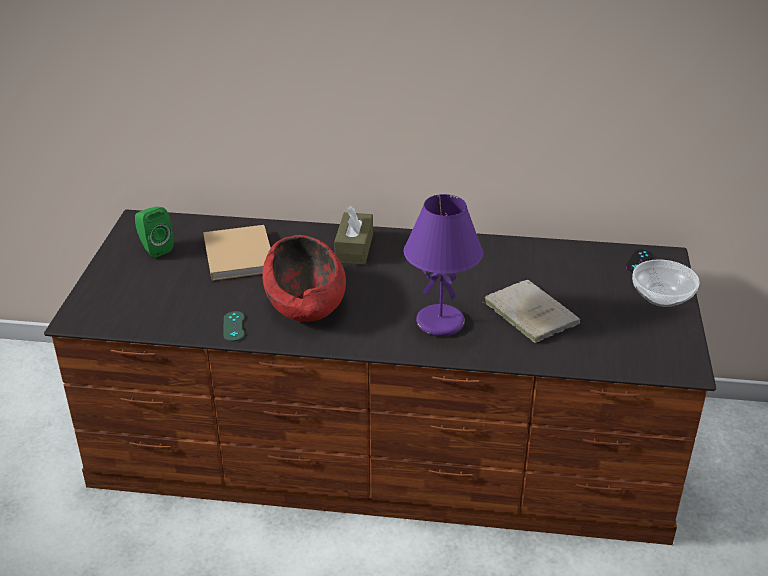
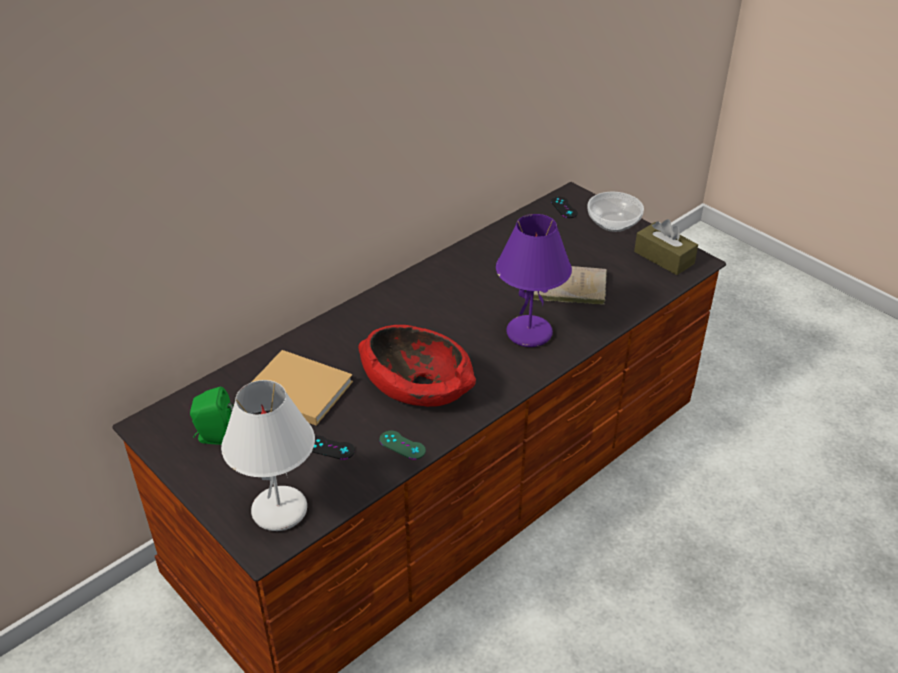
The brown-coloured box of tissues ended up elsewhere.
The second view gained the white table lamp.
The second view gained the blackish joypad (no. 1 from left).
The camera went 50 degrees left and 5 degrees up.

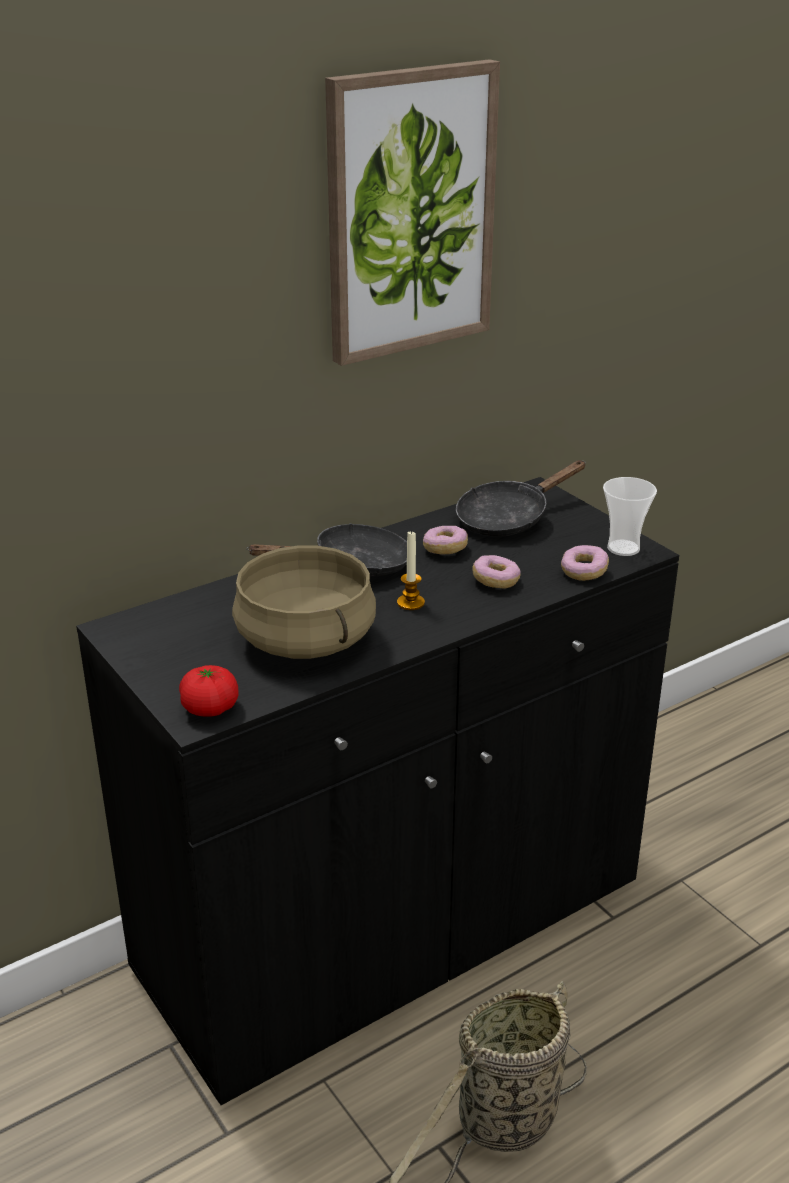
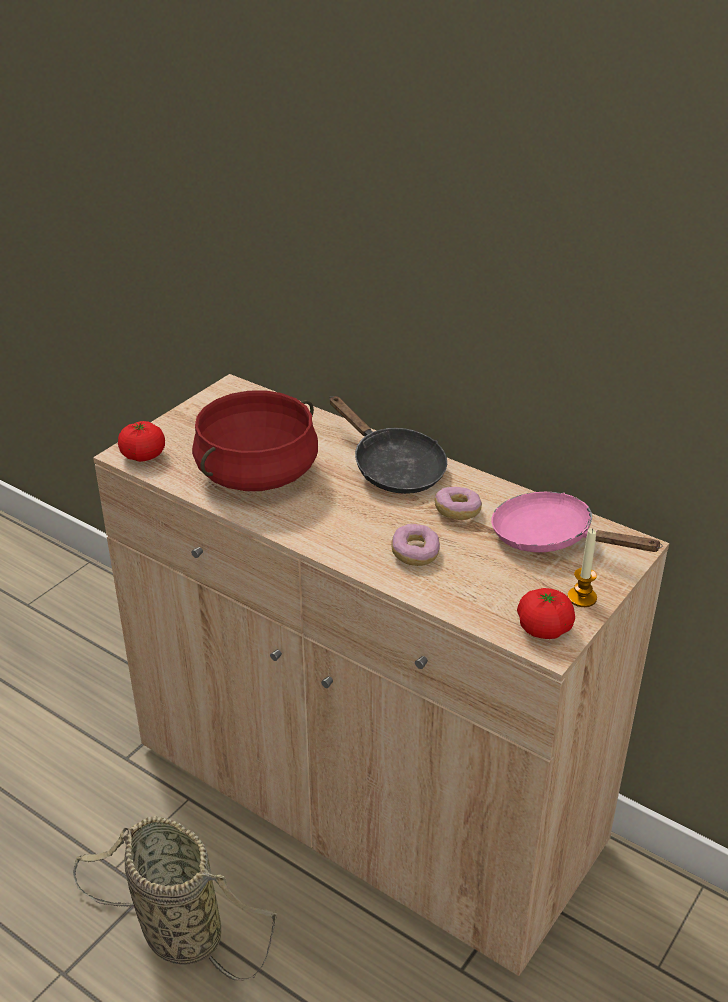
What was the blackish cupboard turned into the sand-coloured cupboard.
What was the sand-coloured cooking pot turned into the red cooking pot.
The second view lost the wall art.
The wax light ended up elsewhere.
What was the blackish pan (no. 2 from left) turned into the pinkish pan.
The second view lost the ring doughnut (no. 3 from left).
Where the cup stood, the whole tomato (no. 2 from left) came to stand.
The camera went 70 degrees right and 5 degrees up.

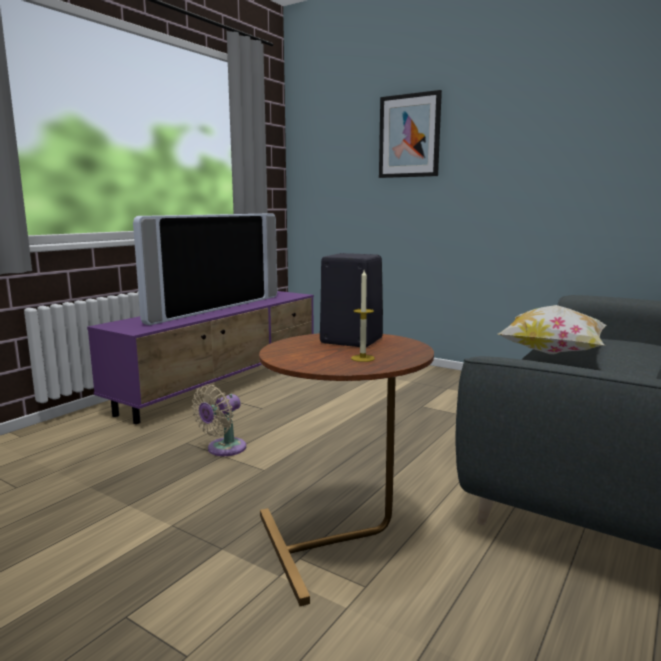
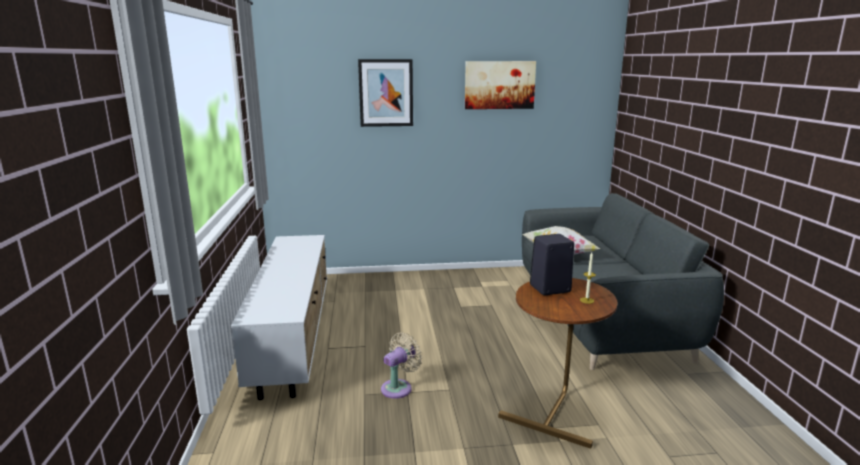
What was the purplish tv unit turned into the white tv unit.
The second view lost the television.
The sand-coloured fan ended up facing another way, 135 degrees counterclockwise from before.
The second view gained the wall art (no. 2 from left).
The camera went 40 degrees left and 5 degrees up.

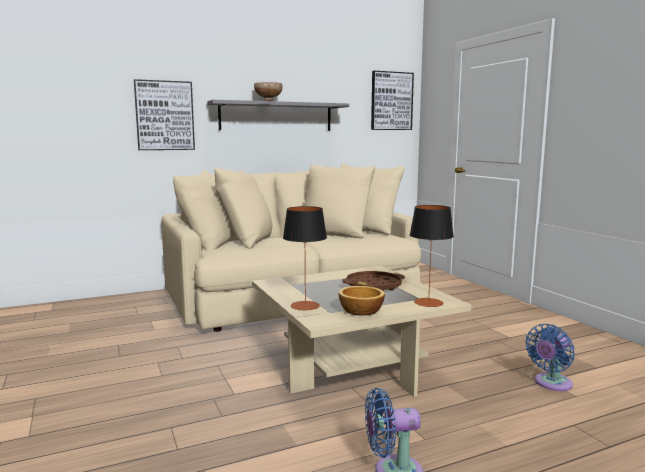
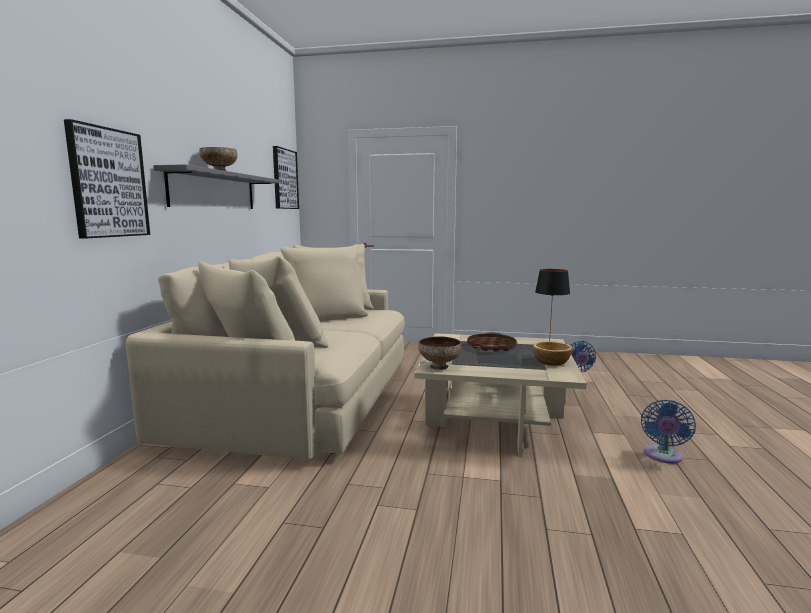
The second view lost the table lamp (no. 1 from left).
The second view gained the serving bowl (no. 2 from left).
The camera went 55 degrees left and 0 degrees up.

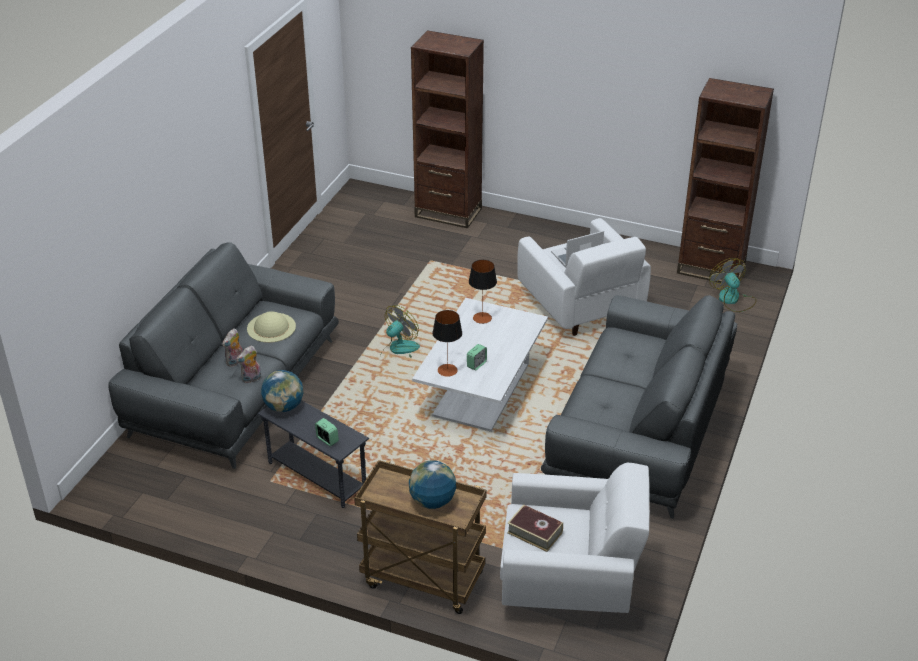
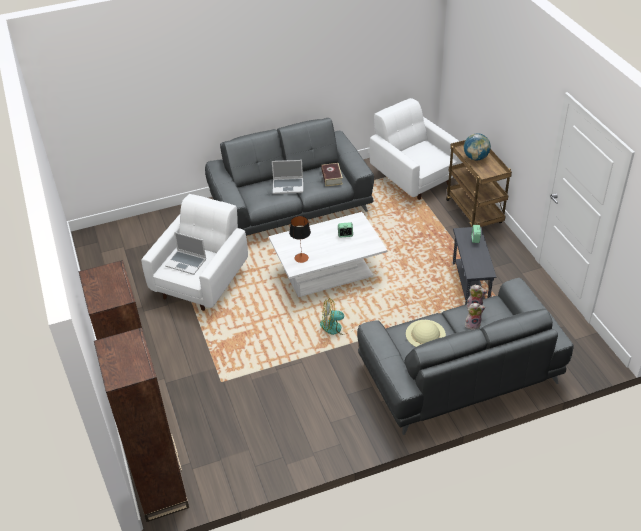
The second view lost the world globe (no. 1 from left).
The second view lost the table lamp (no. 1 from left).
The volume ended up elsewhere.
The brown-coloured shelving unit (no. 2 from left) ended up elsewhere.
The second view lost the fan (no. 2 from left).
The second view gained the laptop (no. 2 from left).
The camera went 130 degrees left and 5 degrees up.

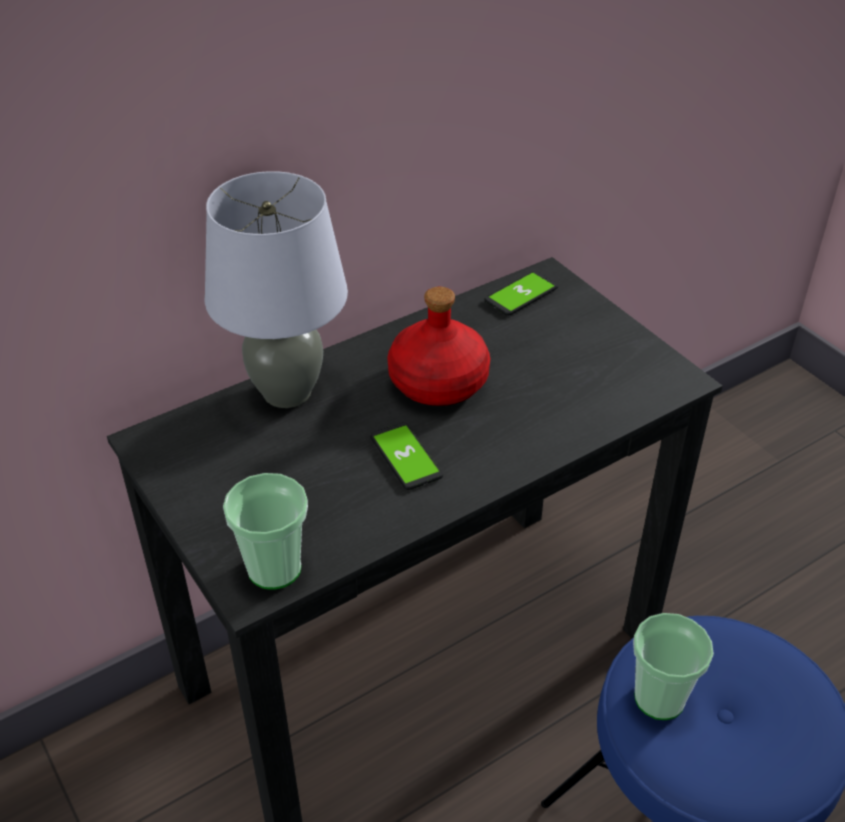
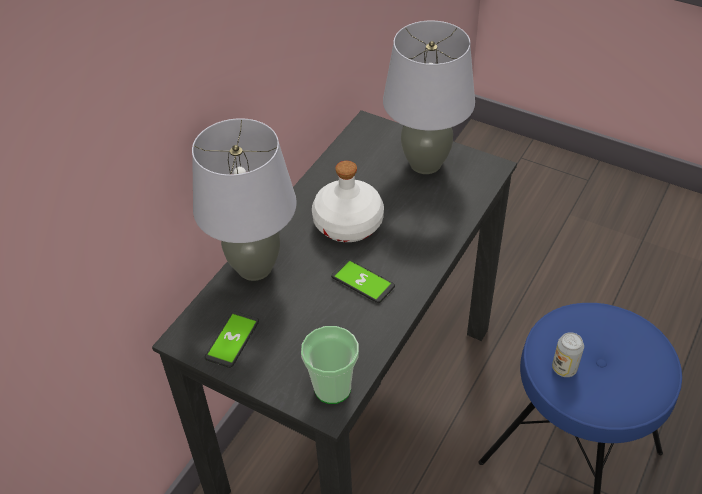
What was the red drink bottle turned into the white drink bottle.
The handset (no. 2 from left in the first image) ended up elsewhere.
Where the cup (no. 2 from left) stood, the metal can came to stand.
The second view gained the greyish table lamp (no. 2 from left).
The camera went 25 degrees left and 5 degrees up.

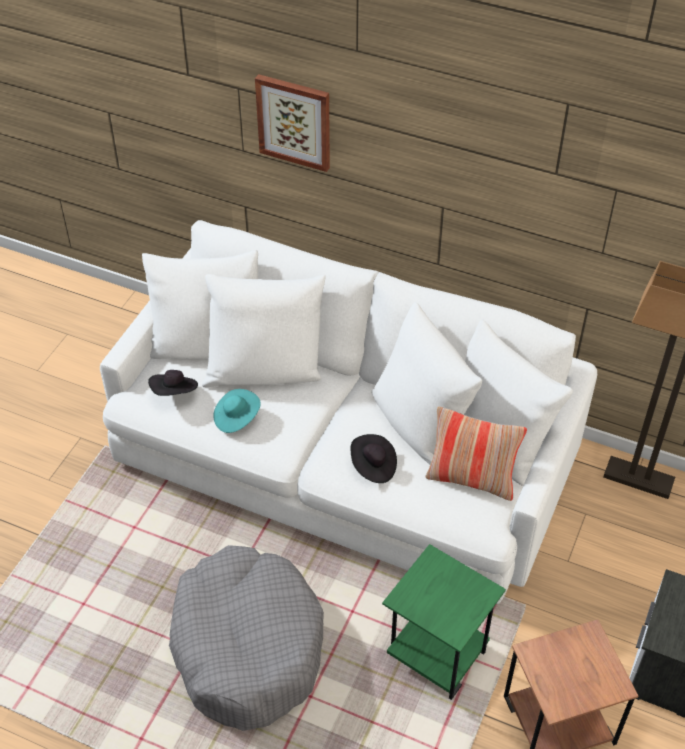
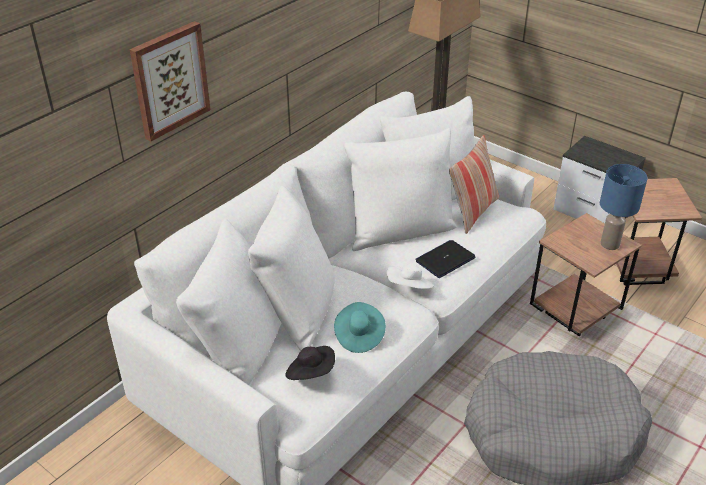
Where the blackish clothing hat (no. 2 from left) stood, the laptop came to stand.
What was the greenish accent table turned into the brown-coloured accent table (no. 1 from left).
The second view gained the white clothing hat.
The second view gained the blue table lamp.
The camera went 75 degrees left and 10 degrees down.

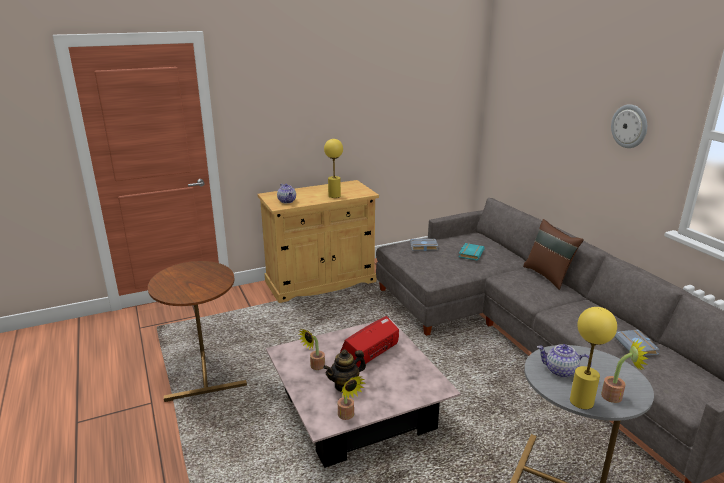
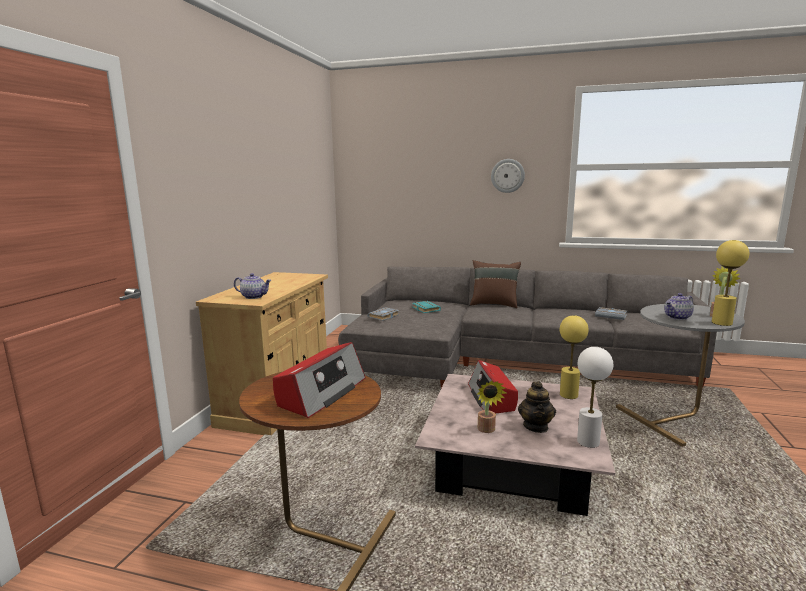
The yellowish table lamp (no. 1 from left) ended up elsewhere.
Where the plant in a pot (no. 2 from left) stood, the white table lamp came to stand.
The second view gained the radio (no. 1 from left).
The camera went 50 degrees left and 10 degrees down.

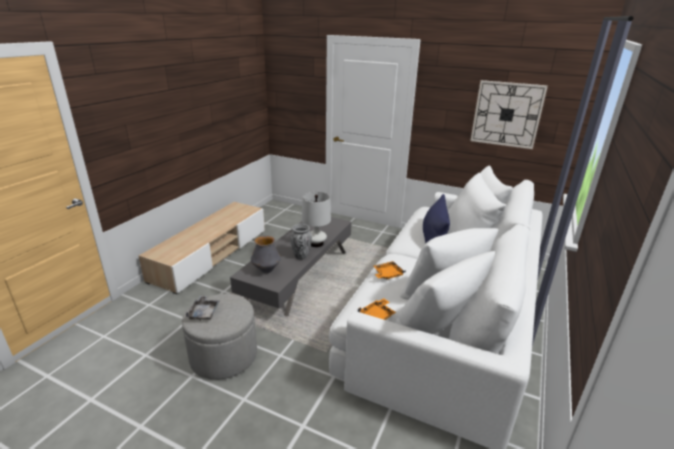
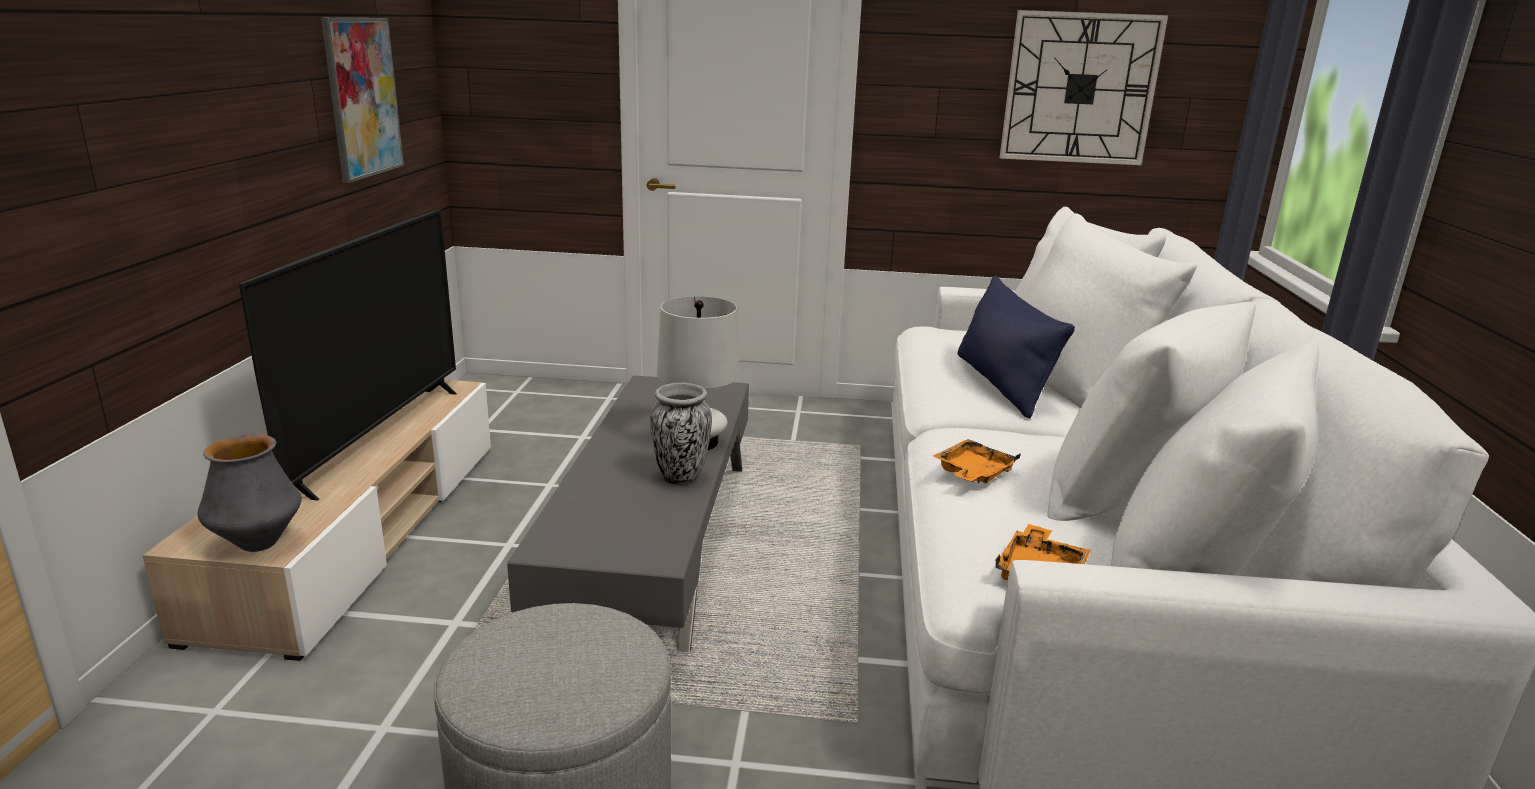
The second view lost the greyish tray.
The vase (no. 1 from left) ended up elsewhere.
The second view gained the television.
The second view gained the wall art.
The camera went 20 degrees left and 5 degrees down.

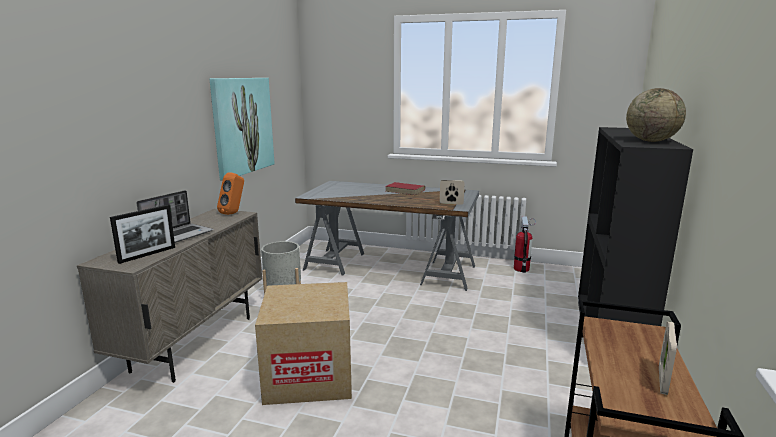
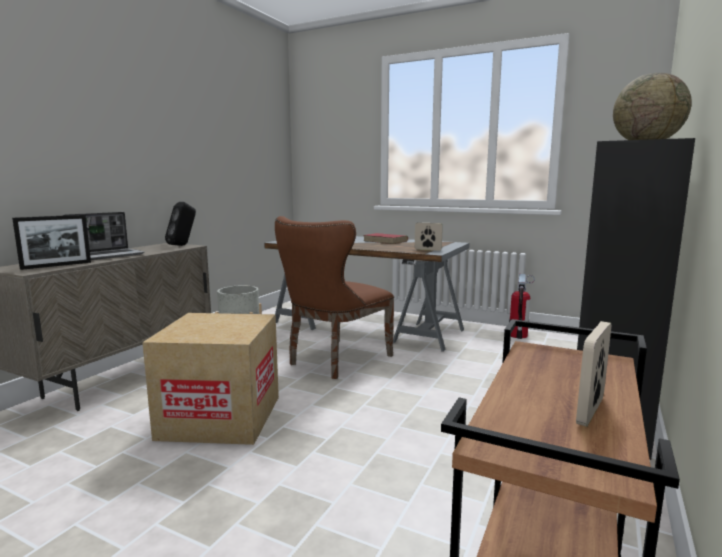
The second view lost the wall art.
What was the orange-coloured audio speaker turned into the blackish audio speaker.
The second view gained the brown-coloured upright chair.
The camera went 10 degrees right and 5 degrees down.

